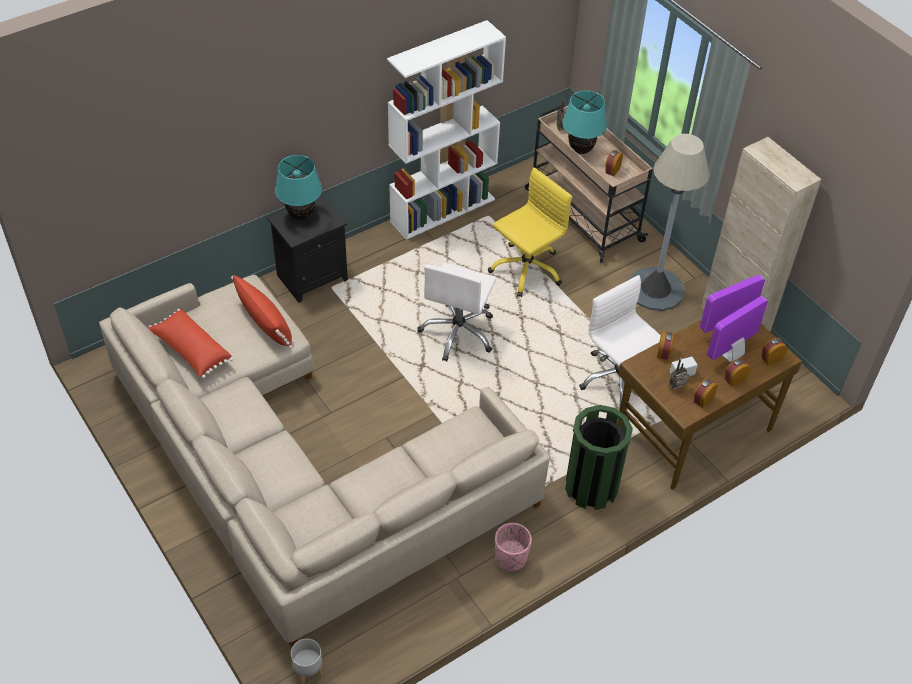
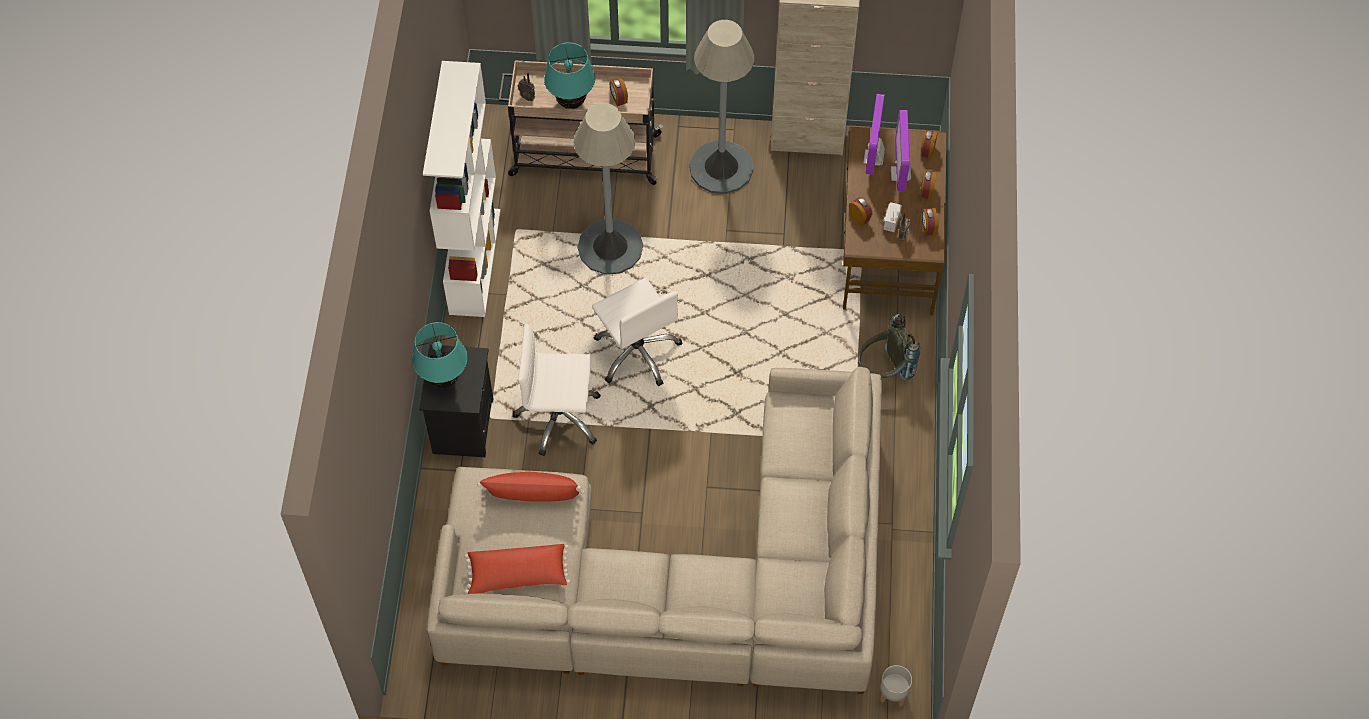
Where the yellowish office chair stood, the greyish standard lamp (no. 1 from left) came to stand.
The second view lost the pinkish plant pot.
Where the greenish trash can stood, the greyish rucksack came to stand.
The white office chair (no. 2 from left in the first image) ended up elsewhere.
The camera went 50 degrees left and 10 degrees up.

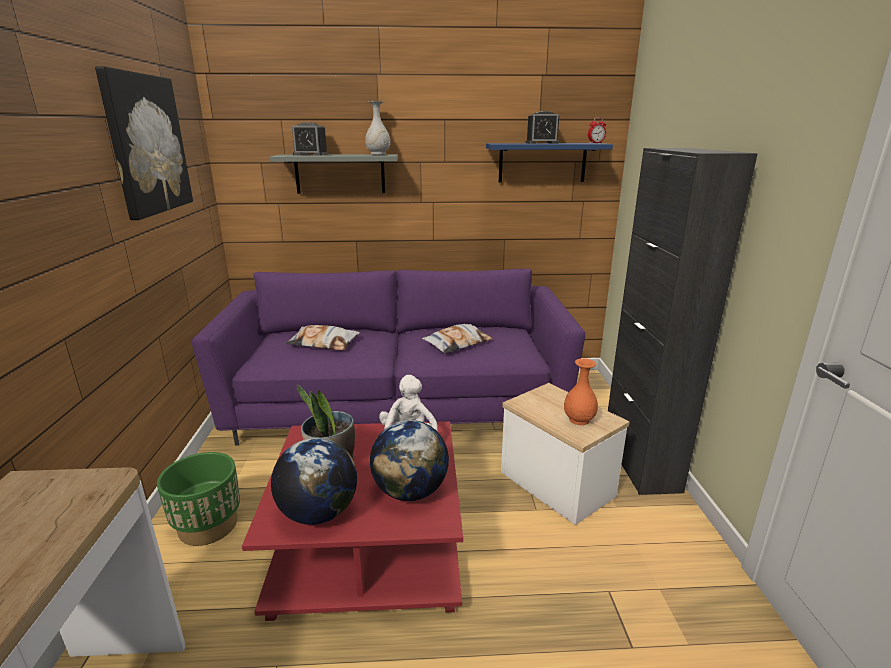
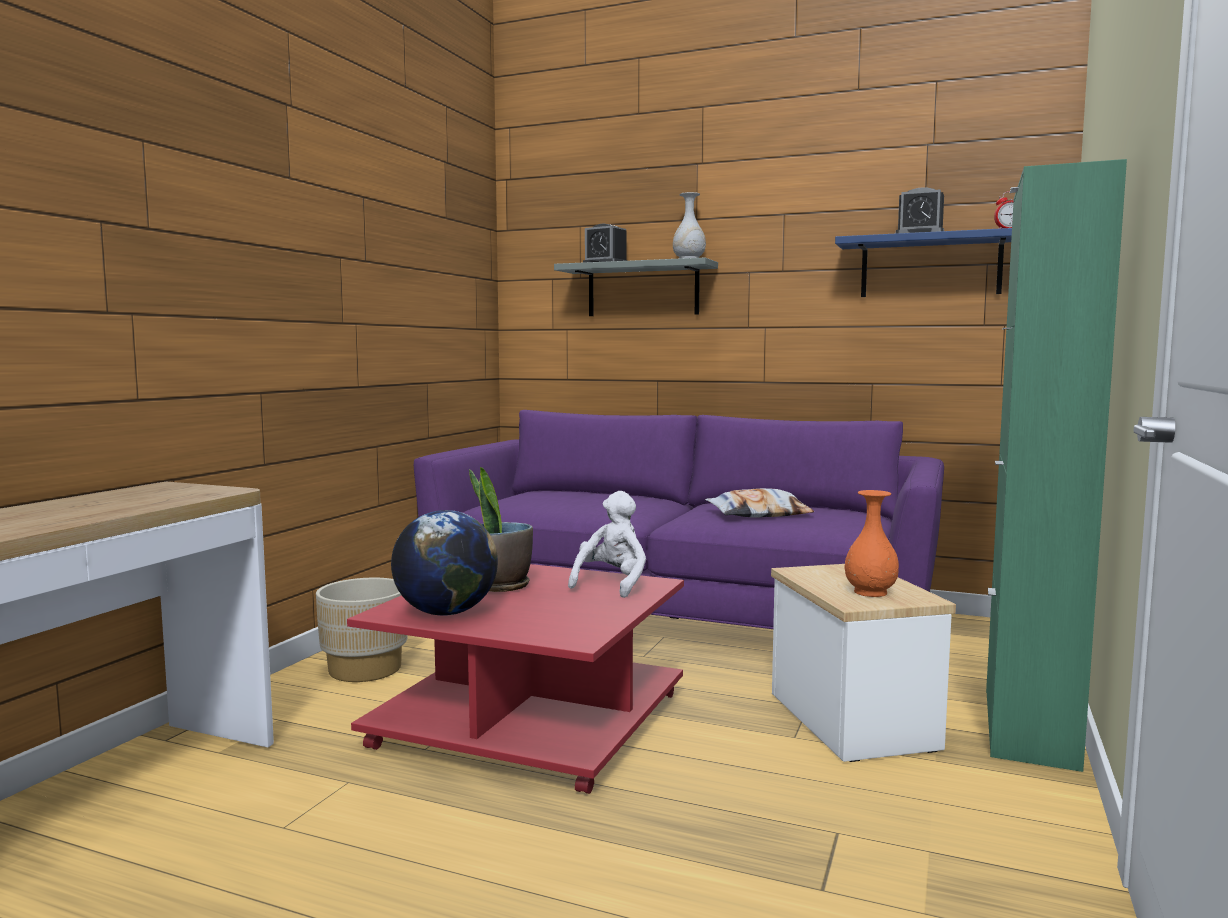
The second view lost the wall art.
What was the greenish plant pot turned into the sand-coloured plant pot.
The second view lost the cushion (no. 1 from left).
The second view lost the world globe (no. 2 from left).
What was the blackish cupboard turned into the greenish cupboard.
The camera went 25 degrees right and 15 degrees down.

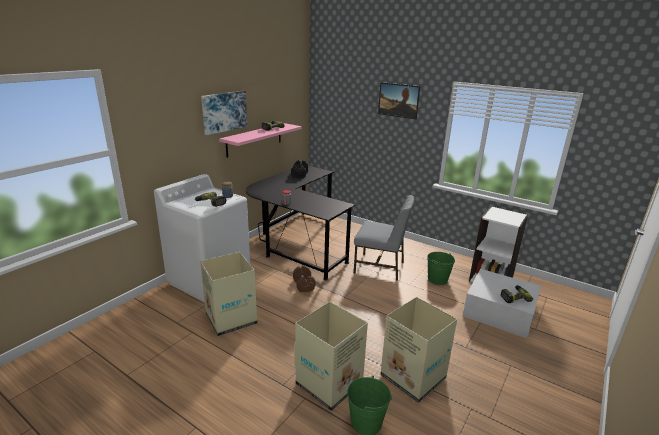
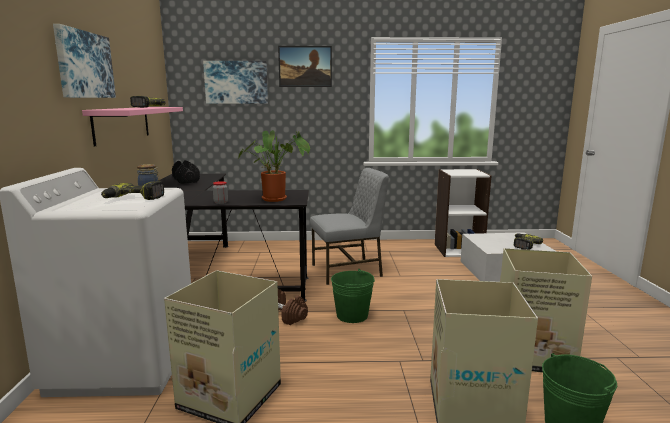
The greenish pail (no. 2 from left in the first image) ended up elsewhere.
The second view gained the wall art (no. 2 from left).
The second view gained the plant in a pot.
The camera went 35 degrees left and 10 degrees down.

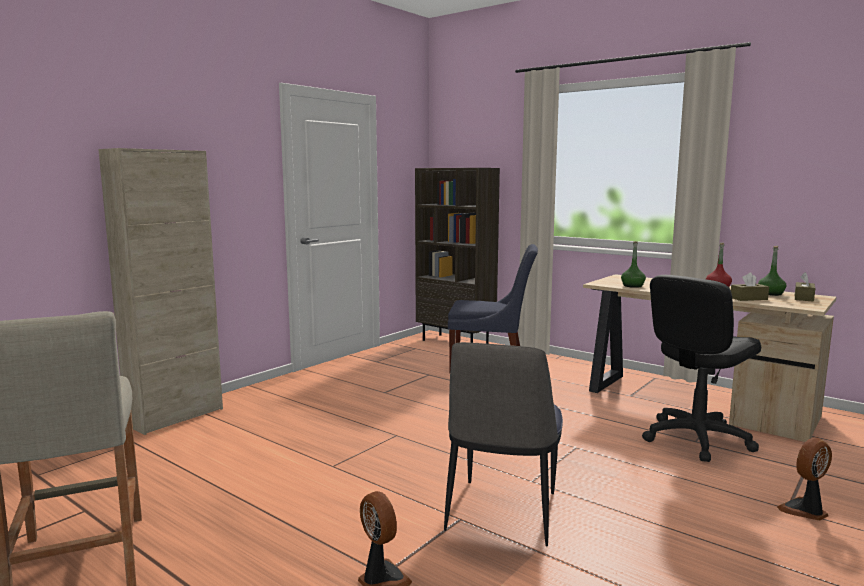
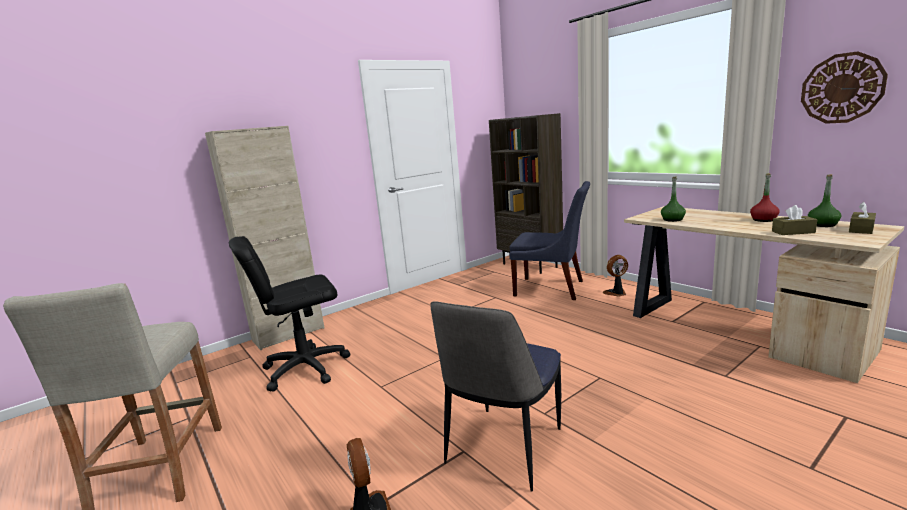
The blackish office chair ended up elsewhere.
The fan (no. 2 from left) ended up elsewhere.
The second view gained the clock on the wall.
The camera went 15 degrees right and 5 degrees up.

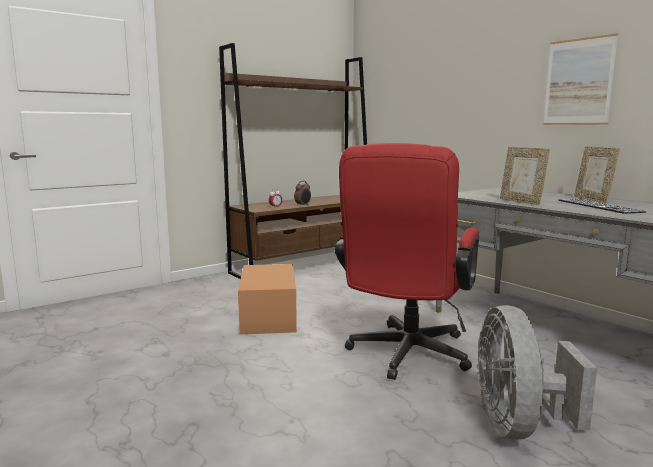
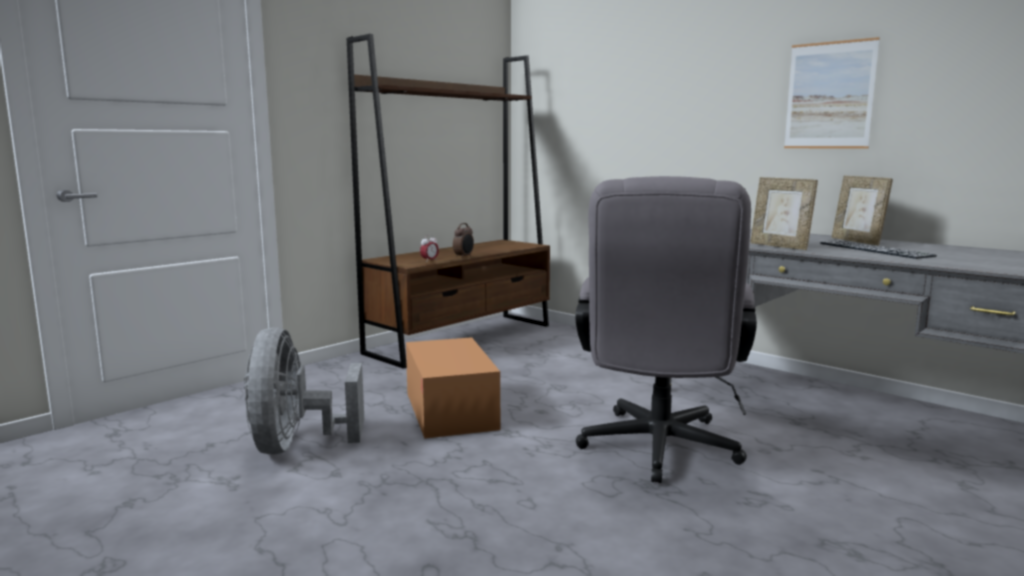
What was the red office chair turned into the greyish office chair.
The greyish fan ended up elsewhere.
The camera went 10 degrees left and 0 degrees up.

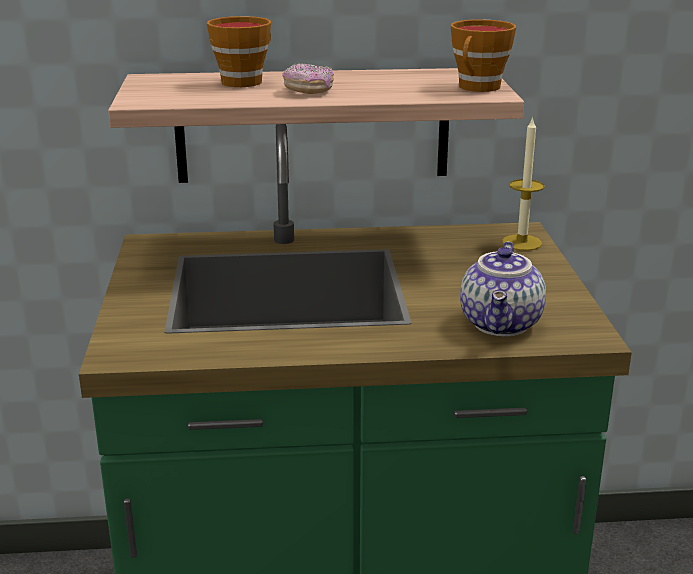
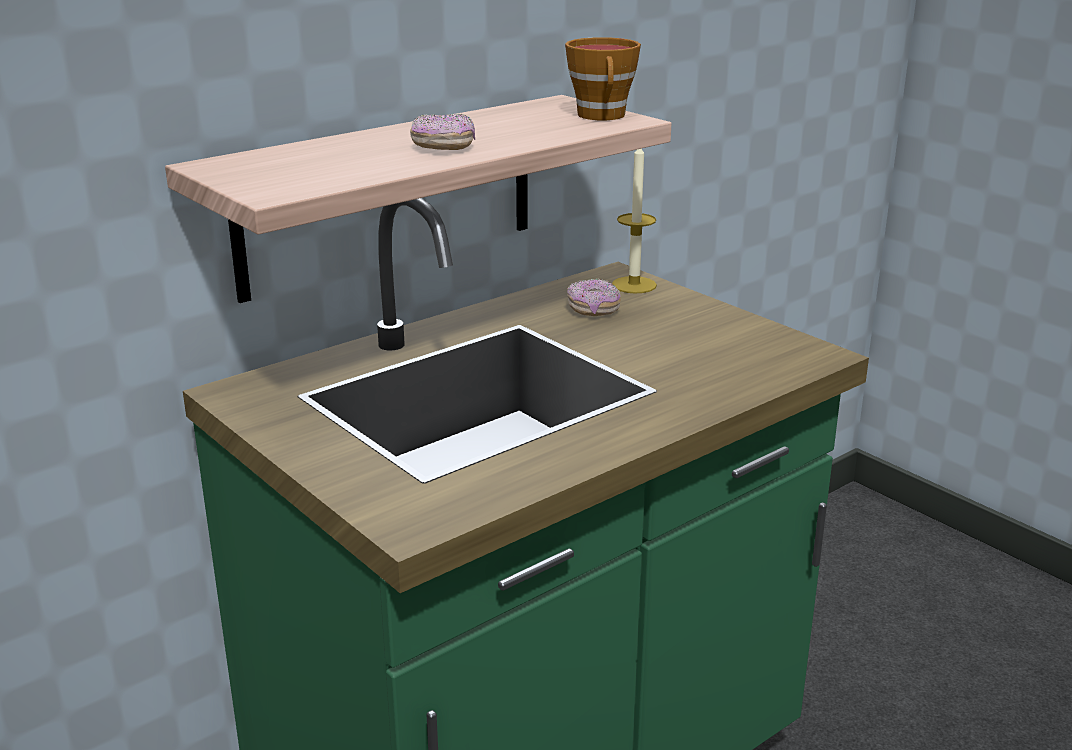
The second view lost the cup (no. 1 from left).
The second view lost the teapot.
The second view gained the ring doughnut (no. 2 from left).
The camera went 35 degrees left and 0 degrees up.

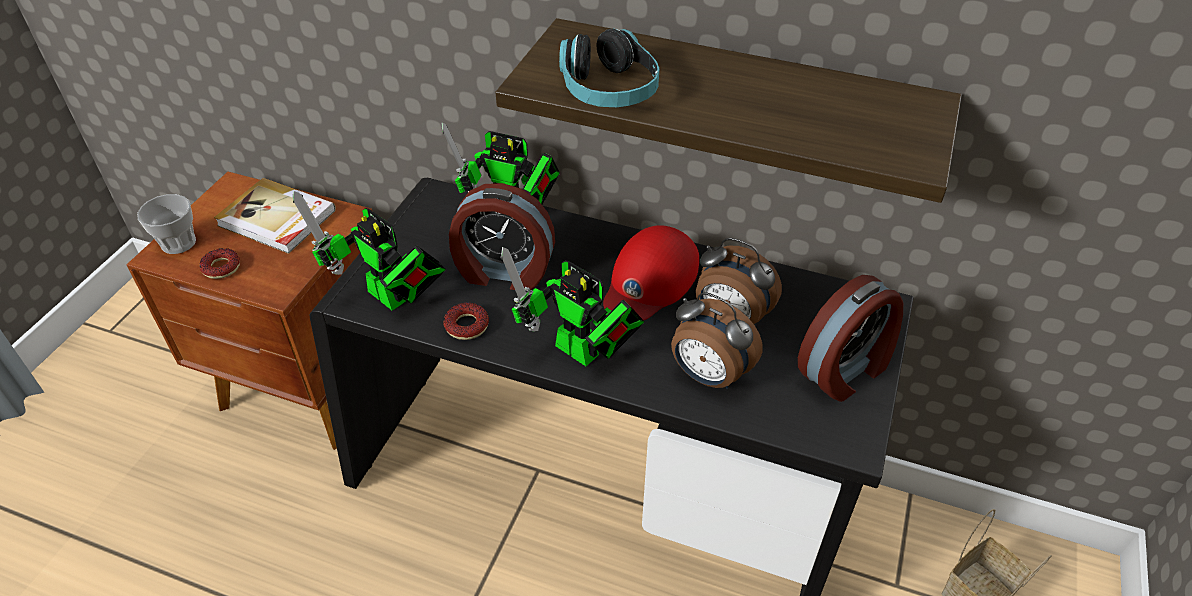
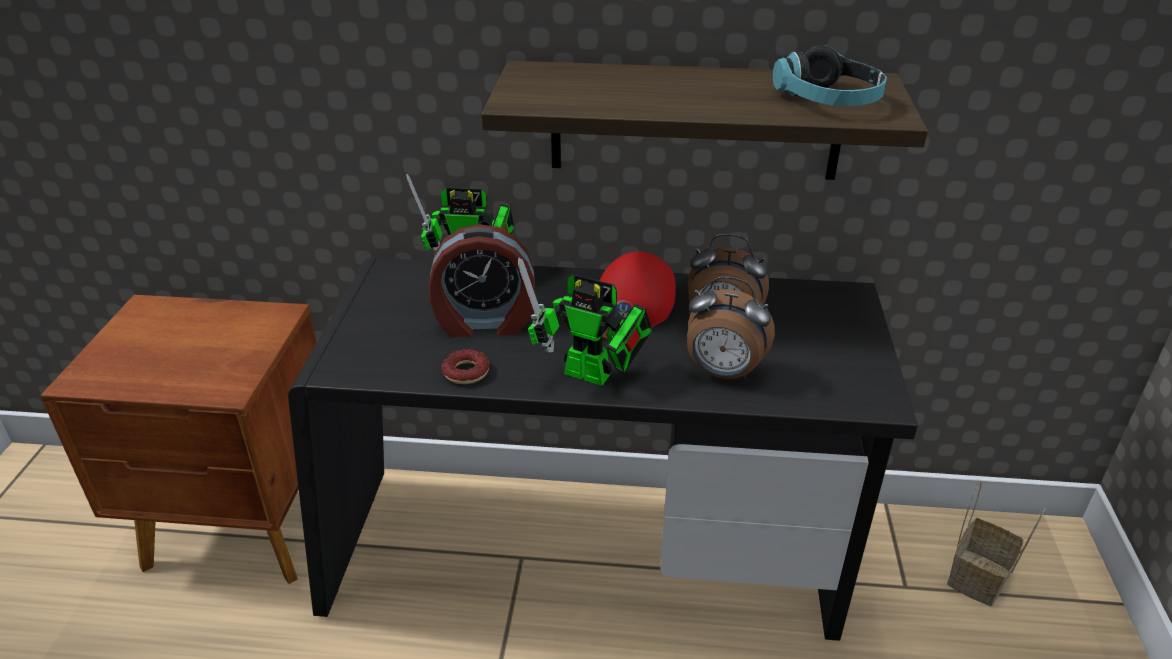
The second view lost the cup.
The second view lost the ring doughnut (no. 1 from left).
The second view lost the volume.
The second view lost the model robot (no. 1 from left).
The pair of headphones ended up elsewhere.
The second view lost the bedside clock (no. 4 from left).
The camera went 15 degrees left and 10 degrees down.

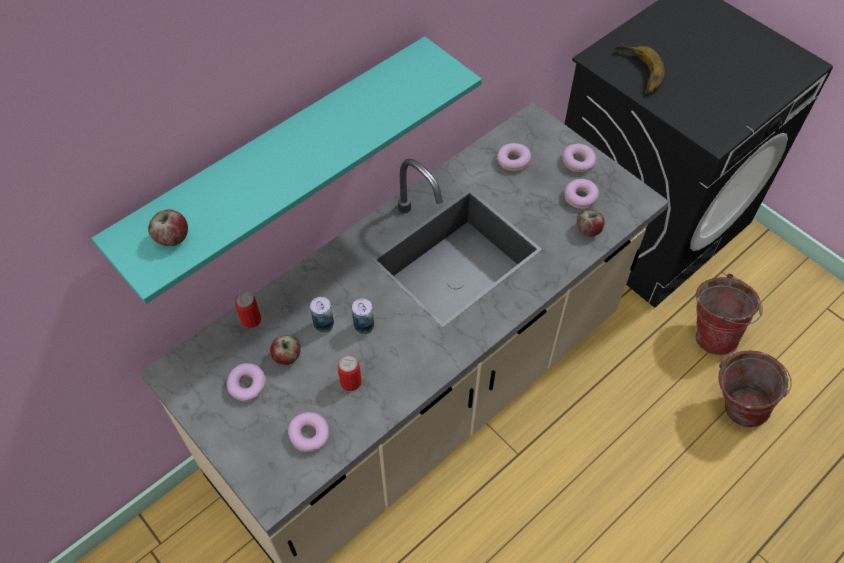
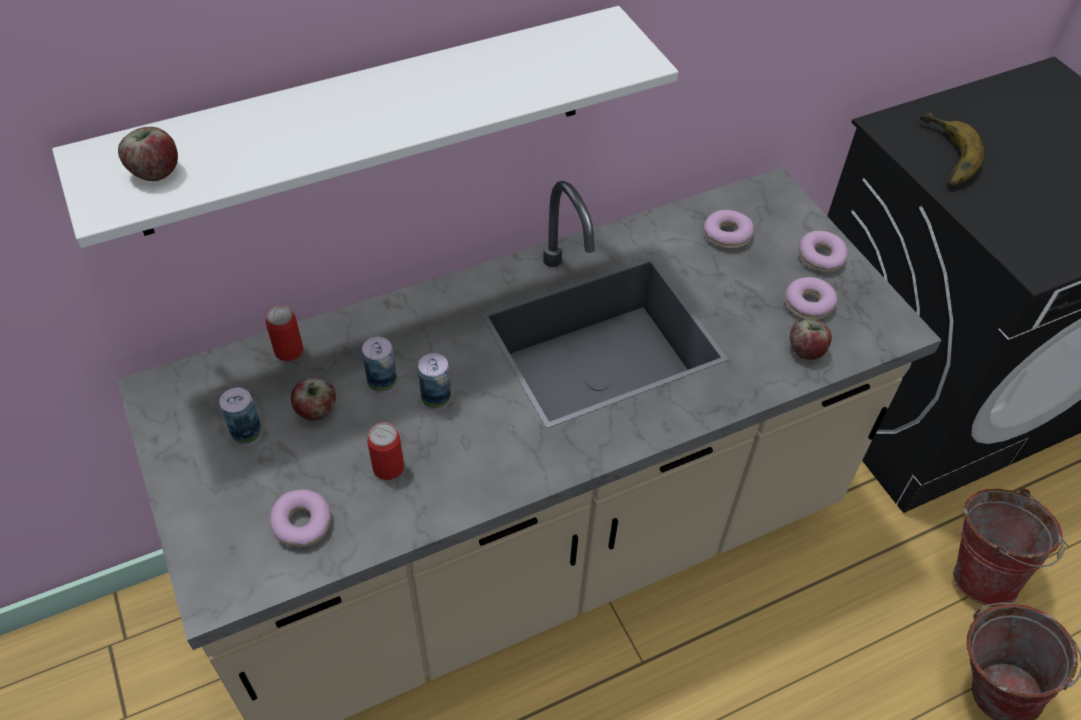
What was the blue-green bracket shelf turned into the white bracket shelf.
Where the ring doughnut (no. 1 from left) stood, the metal can (no. 1 from left) came to stand.
The camera went 15 degrees right and 5 degrees down.

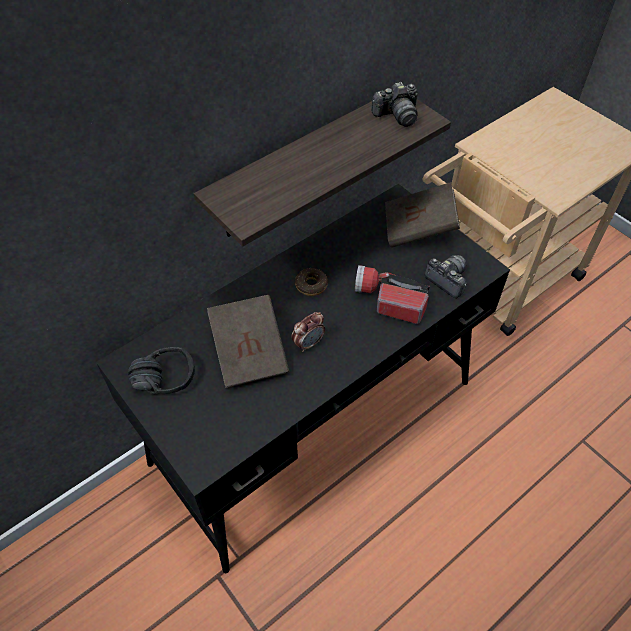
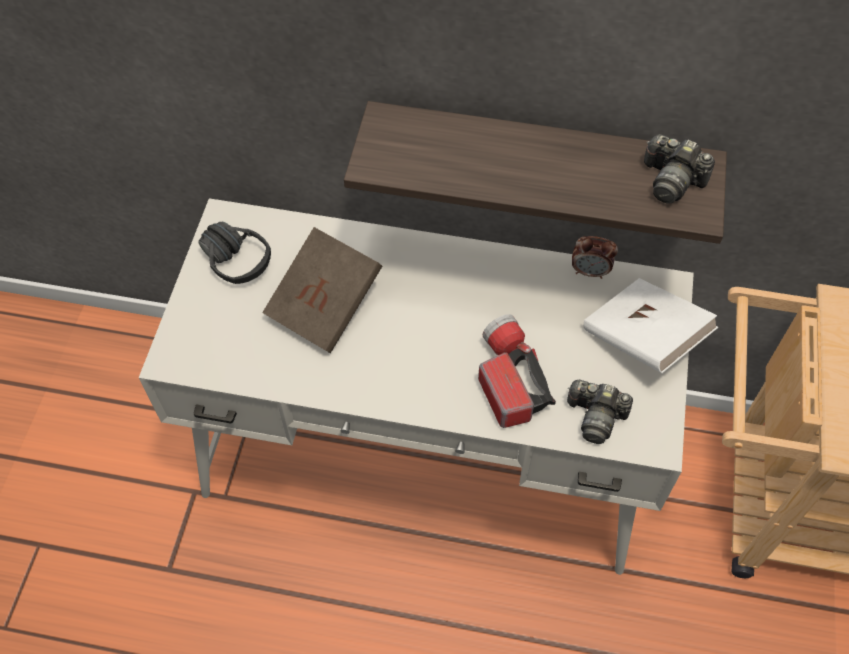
What was the blackish desk unit turned into the white desk unit.
The bedside clock ended up elsewhere.
The second view lost the ring doughnut.
What was the brown-coloured volume (no. 2 from left) turned into the white volume.
The photo camera (no. 2 from left in the first image) ended up facing another way, 105 degrees clockwise from before.
The camera went 50 degrees right and 5 degrees up.

